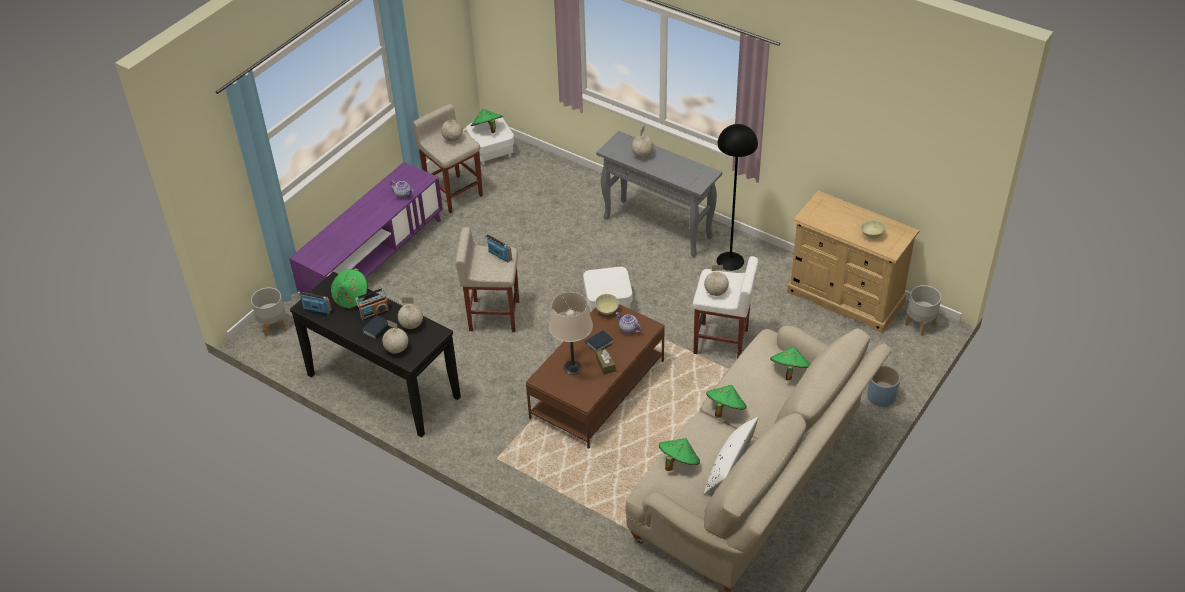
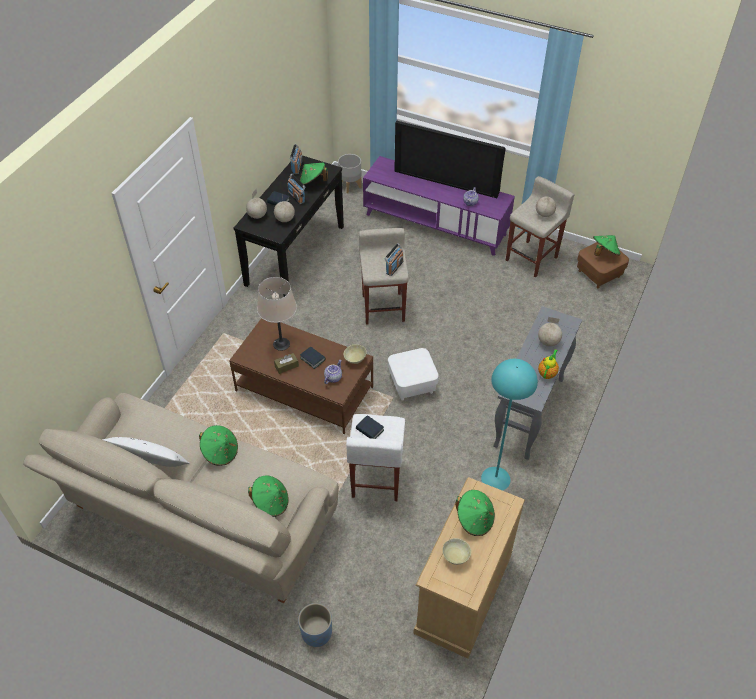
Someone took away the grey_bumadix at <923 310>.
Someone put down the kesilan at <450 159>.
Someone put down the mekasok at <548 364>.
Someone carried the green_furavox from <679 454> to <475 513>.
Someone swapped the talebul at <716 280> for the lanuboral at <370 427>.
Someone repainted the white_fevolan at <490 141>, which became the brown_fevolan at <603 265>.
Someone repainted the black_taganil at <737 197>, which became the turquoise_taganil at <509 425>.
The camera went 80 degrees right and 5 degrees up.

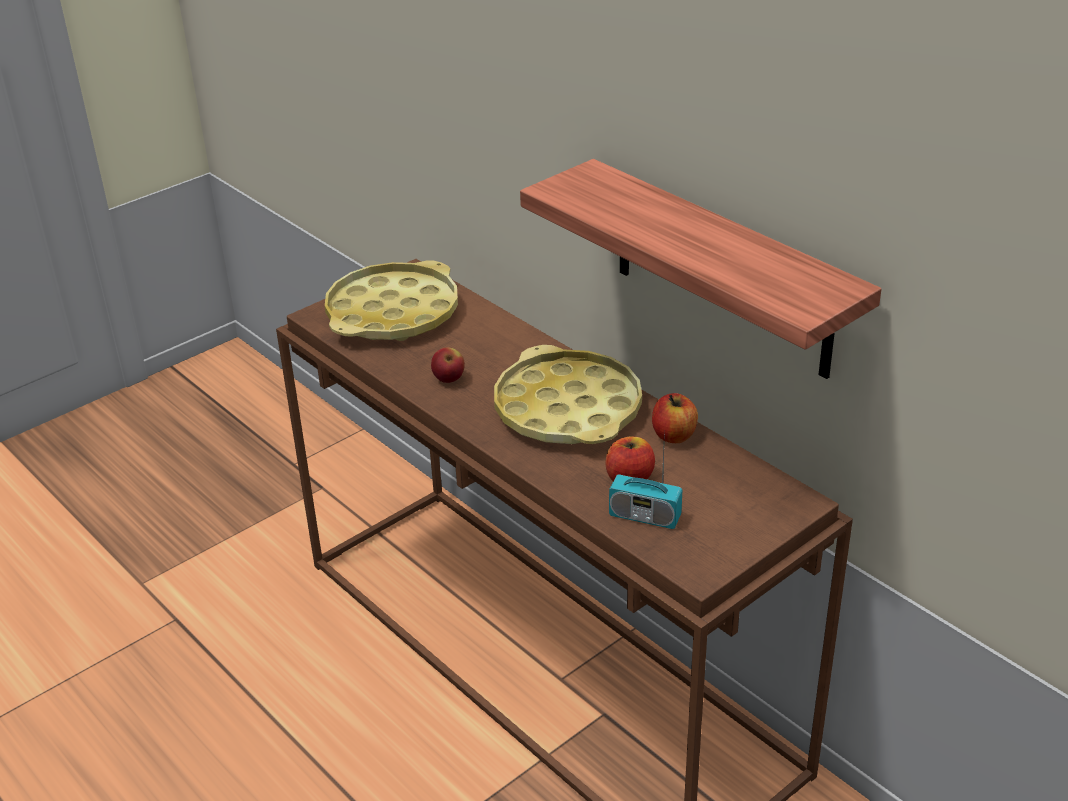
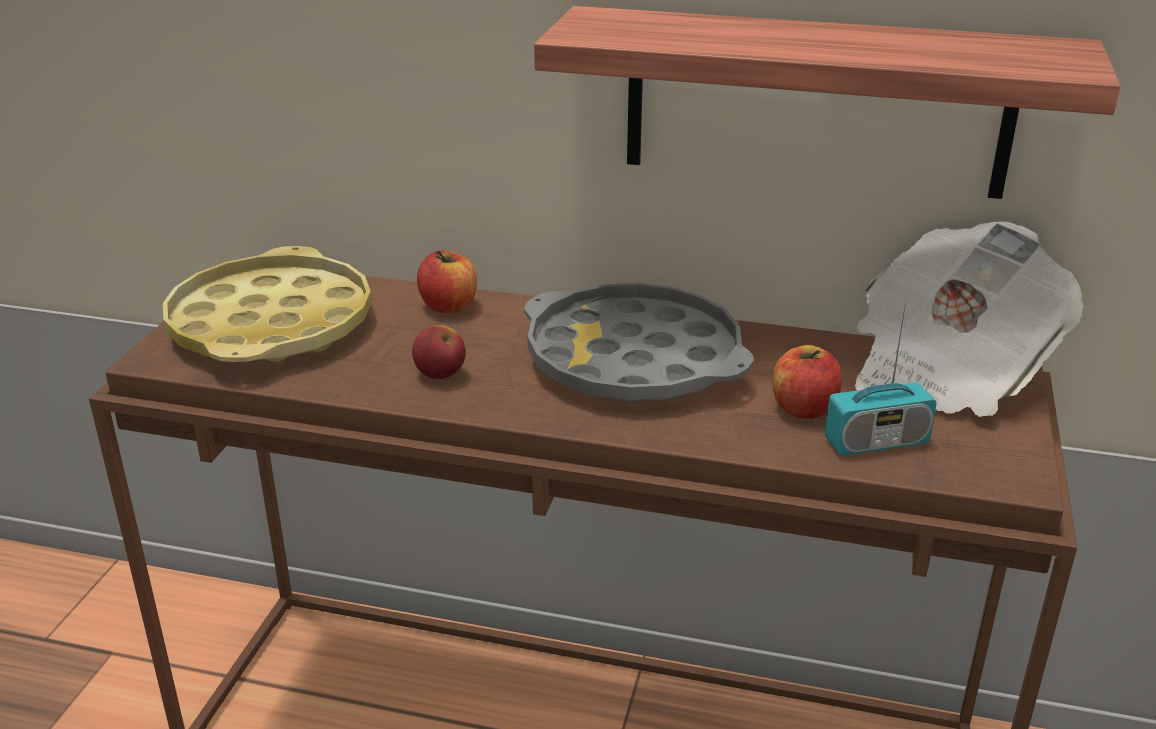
Someone put down the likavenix at <969 319>.
Someone carried the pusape from <675 418> to <447 281>.
Someone repainted the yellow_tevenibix at <568 394>, which became the grey_tevenibix at <638 343>.
The camera went 35 degrees left and 5 degrees down.

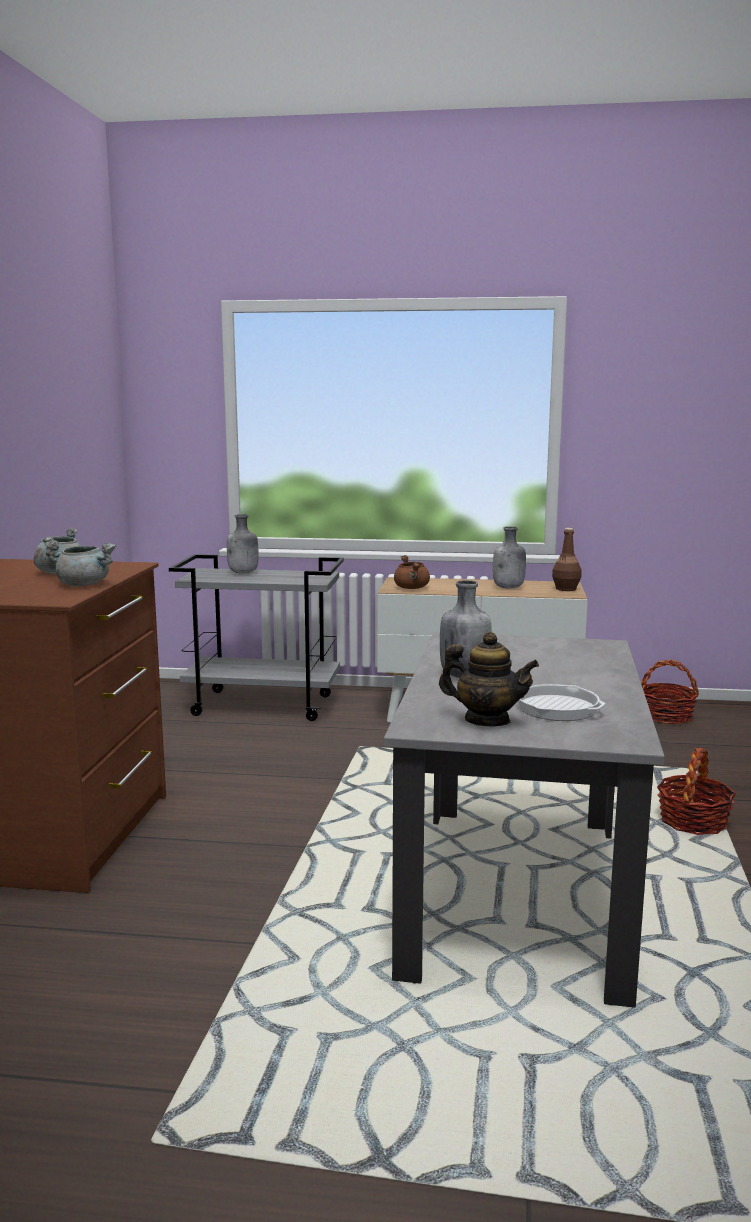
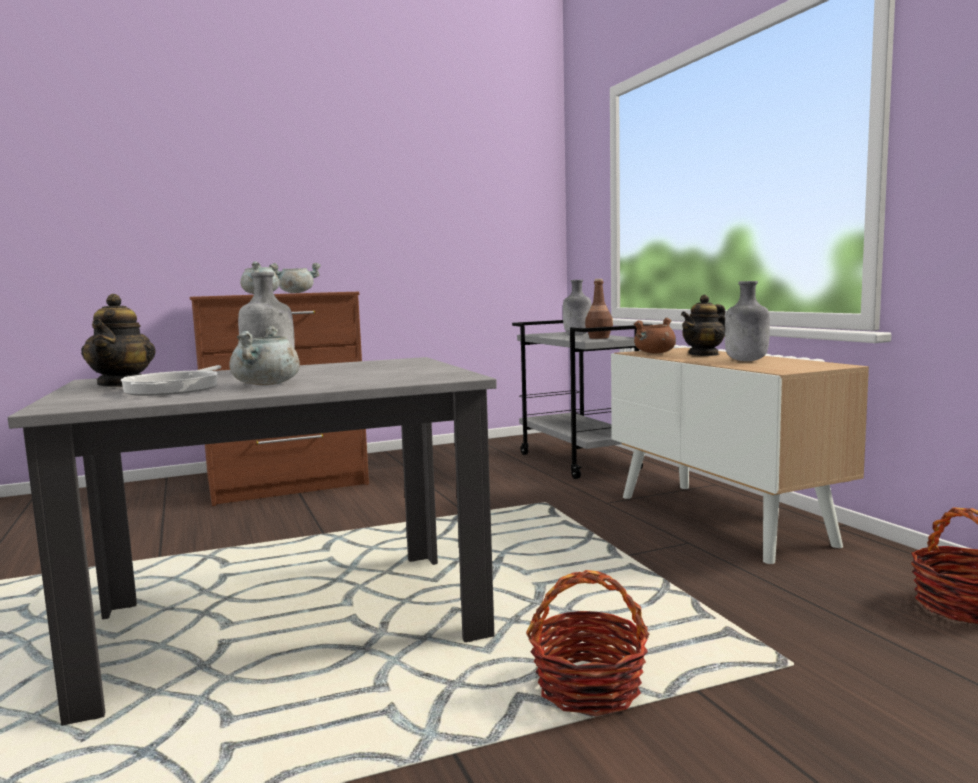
Someone put down the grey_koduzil at <264 355>.
Someone put down the mekasok at <703 325>.
Someone carried the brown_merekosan from <566 559> to <599 309>.
The camera went 60 degrees right and 5 degrees down.

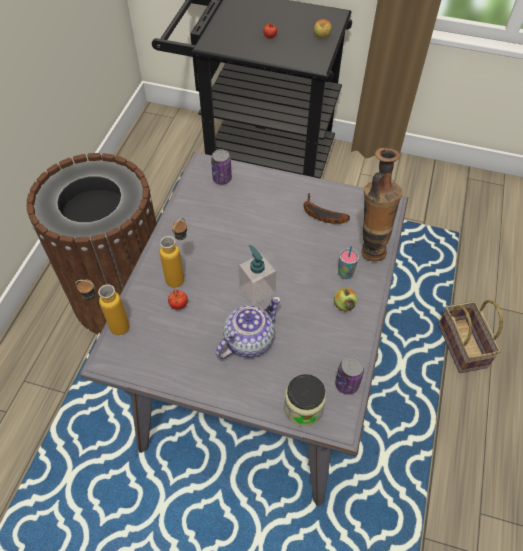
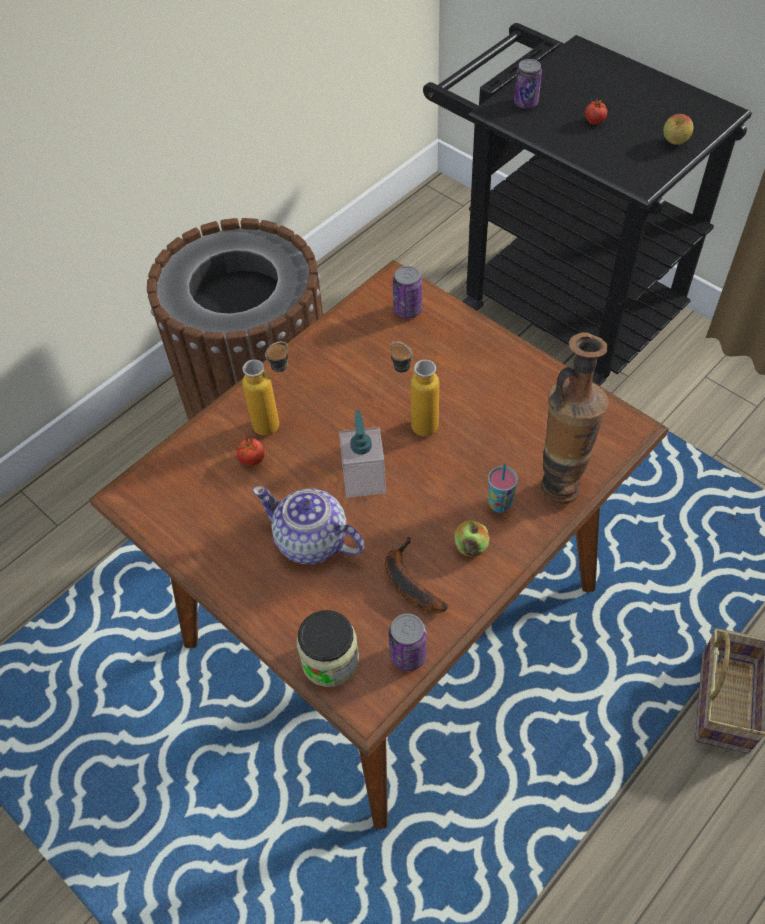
Someone put down the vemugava at <528 83>.
Someone carried the merekosan from <102 307> to <415 388>.
Someone carried the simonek from <326 208> to <416 574>.
Someone repainted the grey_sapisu at <243 329>, which became the brown_sapisu at <379 544>.
Someone rotated the mekasok at <248 327> by 135 degrees counterclockwise.
The camera went 30 degrees right and 0 degrees up.

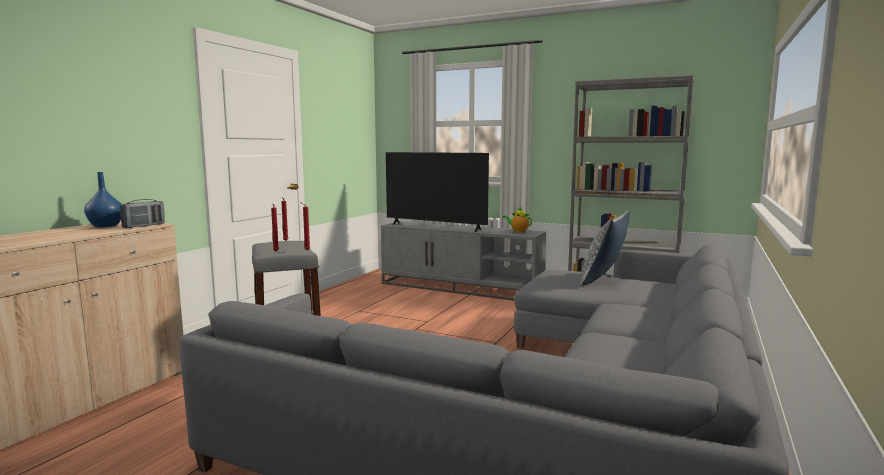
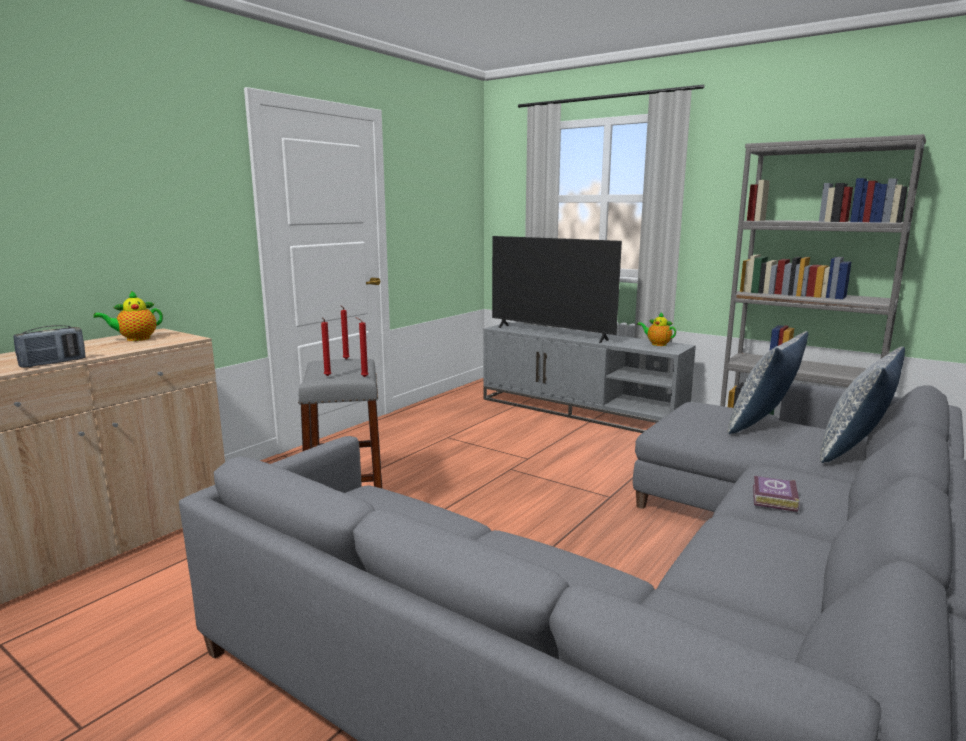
Someone put down the lanuboral at <776 494>.
Someone put down the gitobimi at <862 404>.
Someone carried the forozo from <142 213> to <49 346>.
Someone swapped the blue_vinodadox at <103 200> for the mekasok at <128 315>.
The camera went 10 degrees right and 5 degrees up.

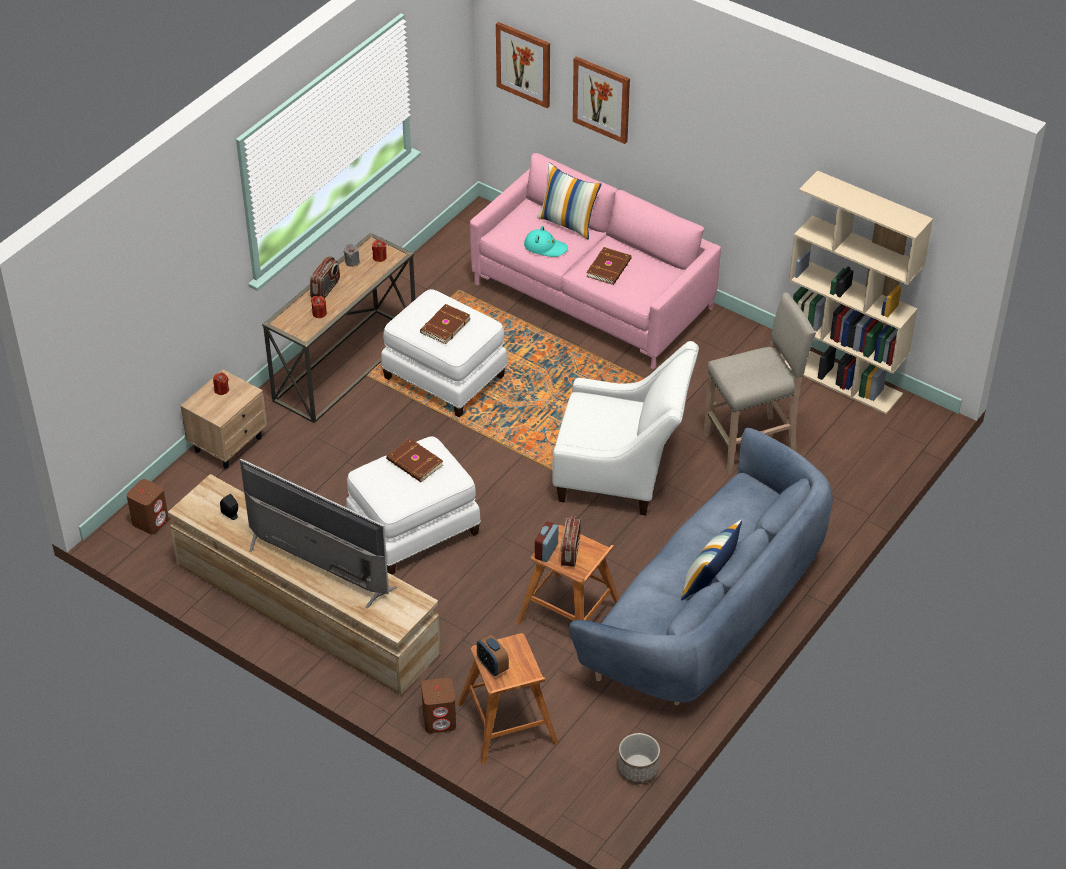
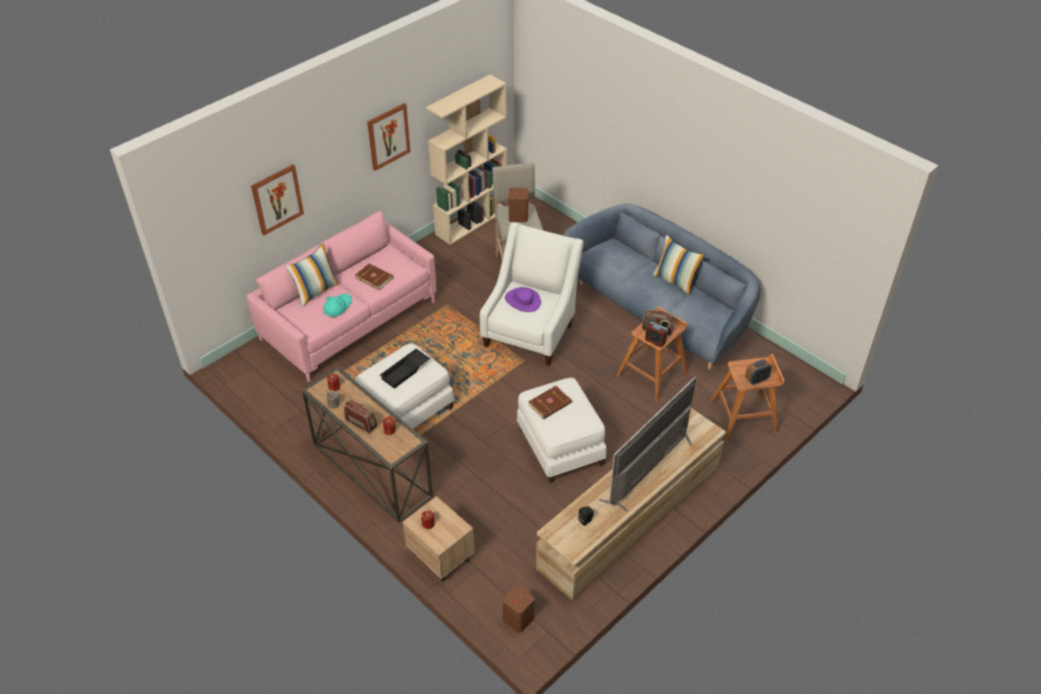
Someone took away the bumadix at <639 758>.
Someone put down the purple_furavox at <523 299>.
Someone carried the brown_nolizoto from <438 705> to <518 205>.
Someone carried the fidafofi from <523 65> to <389 137>.
Someone swapped the brown_lanuboral at <445 324> for the black_tevenibix at <405 369>.
The camera went 80 degrees left and 0 degrees up.

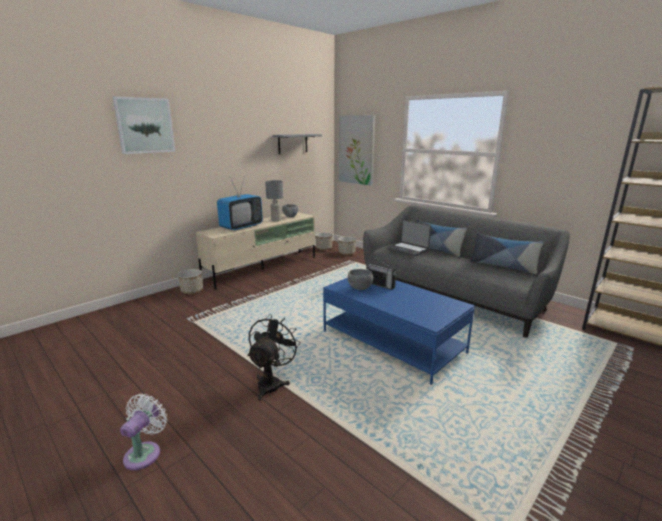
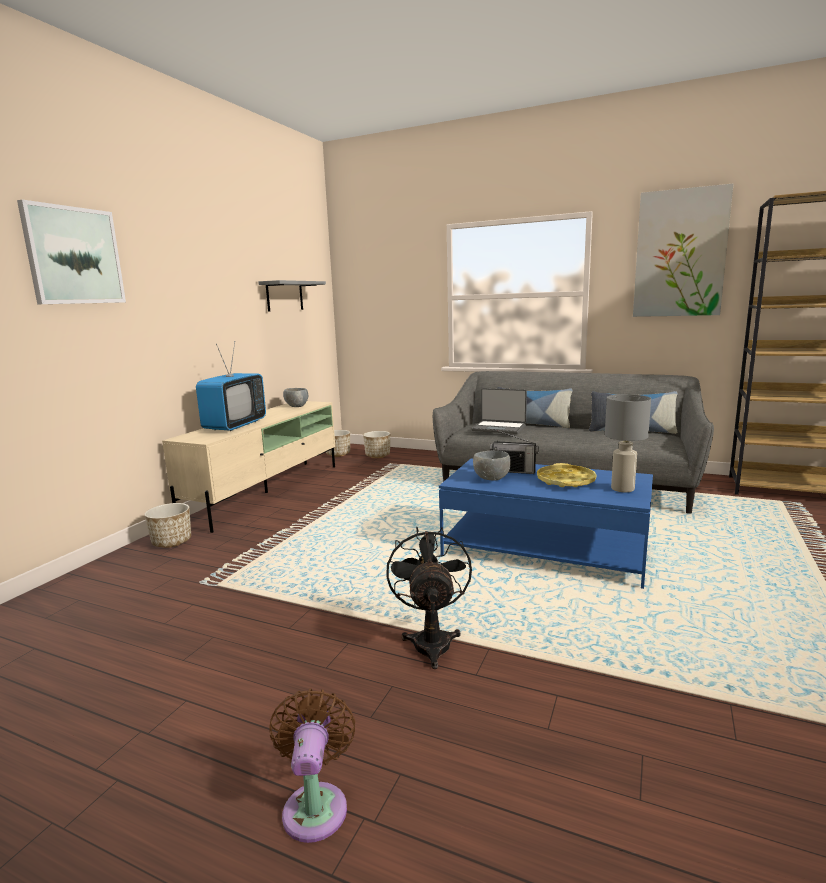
Someone put down the yellow_tevenibix at <566 475>.
Someone carried the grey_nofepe from <274 201> to <628 443>.
Someone carried the fidafofi from <357 150> to <683 250>.
Someone repainted the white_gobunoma at <143 432>, which became the brown_gobunoma at <312 766>.
The camera went 20 degrees left and 5 degrees down.

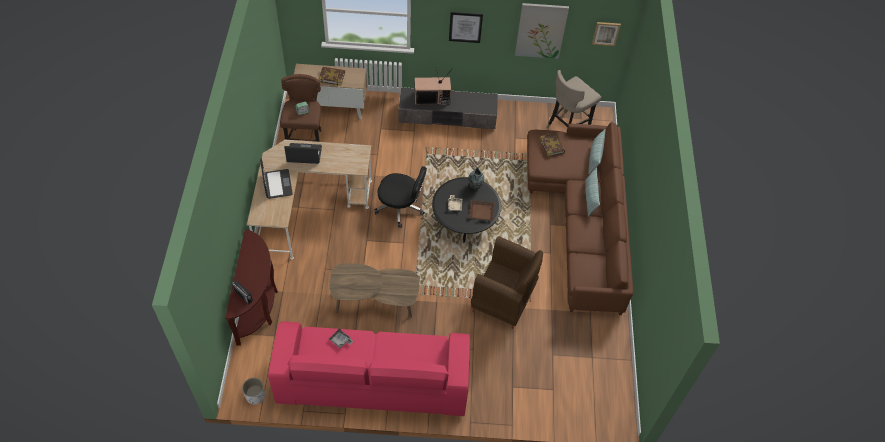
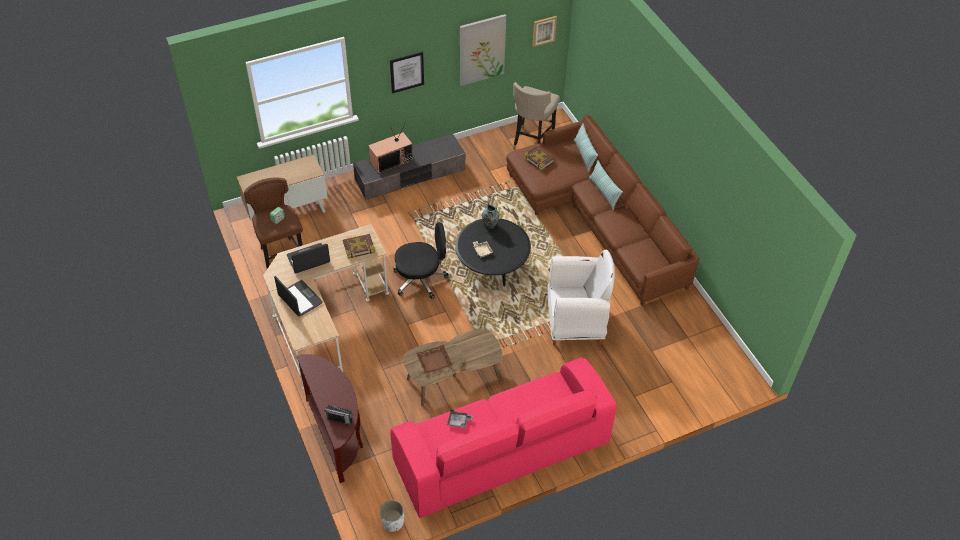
Someone carried the lanuboral from <331 76> to <359 246>.
Someone carried the brown_tevenibix from <482 210> to <434 359>.
Someone repainted the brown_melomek at <507 282>, which became the white_melomek at <581 298>.
The camera went 25 degrees left and 5 degrees down.

